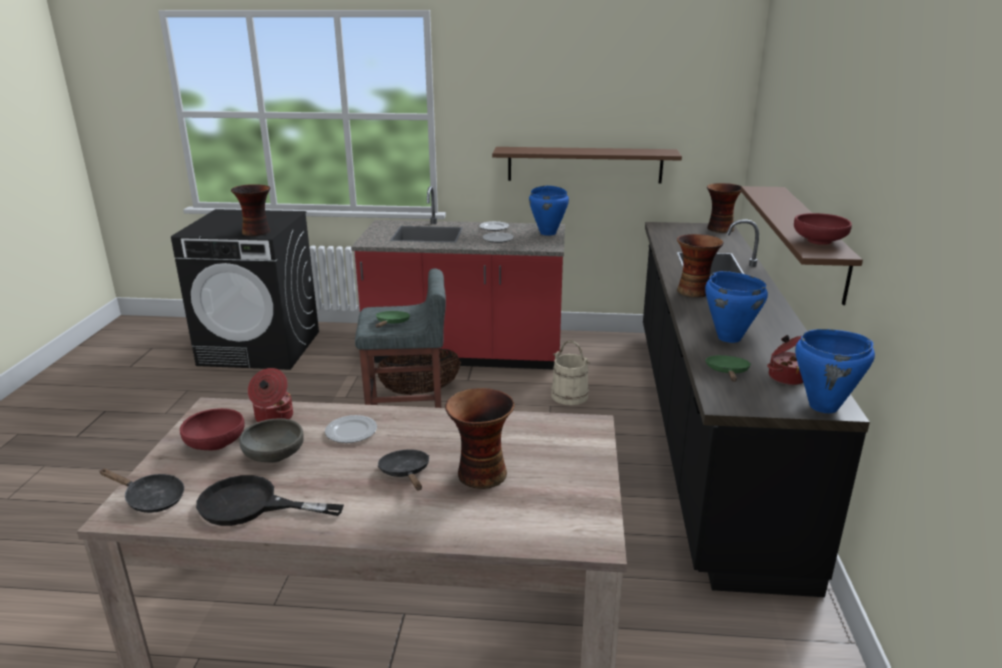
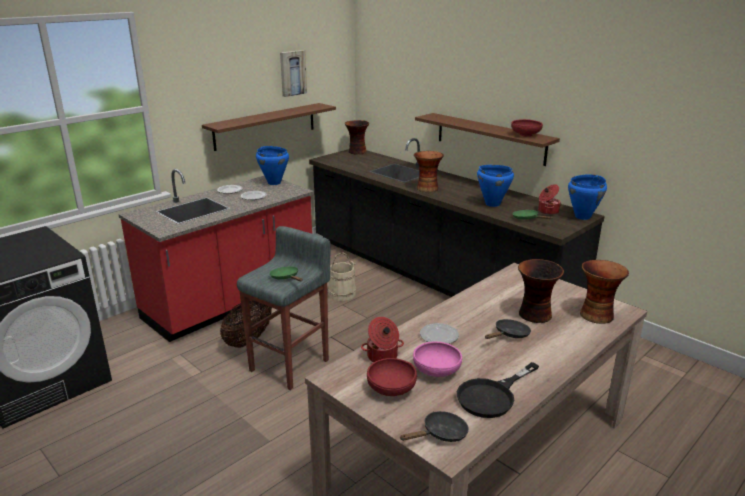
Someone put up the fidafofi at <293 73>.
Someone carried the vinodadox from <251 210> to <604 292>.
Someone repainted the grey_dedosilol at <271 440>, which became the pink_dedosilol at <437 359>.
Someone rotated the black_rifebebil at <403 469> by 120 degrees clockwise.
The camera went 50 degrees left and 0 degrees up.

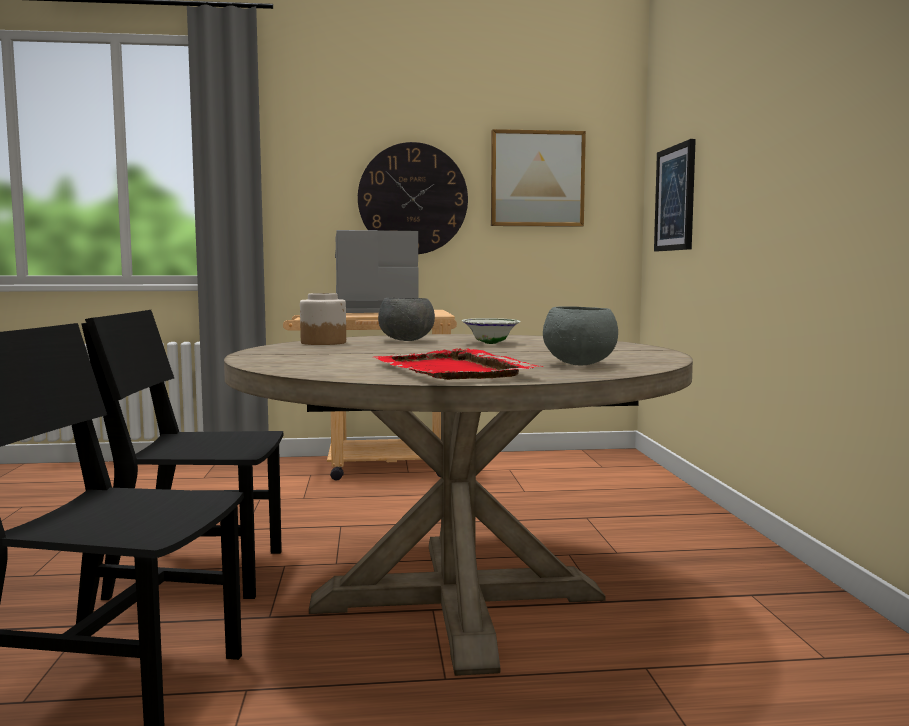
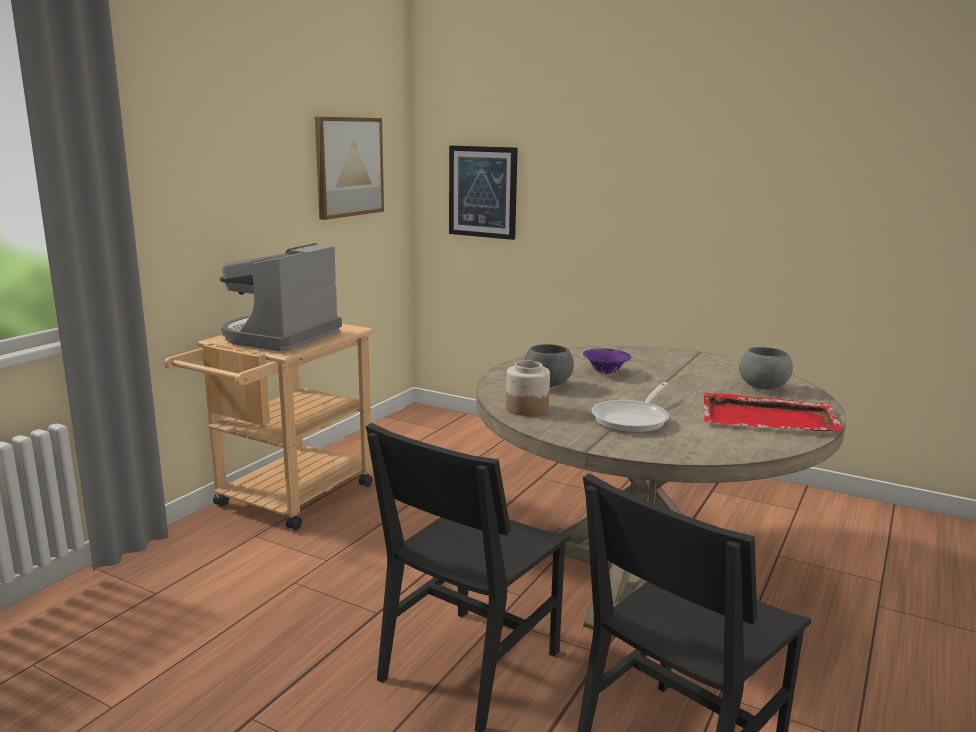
Someone took away the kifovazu at <413 198>.
Someone put down the rifebebil at <630 407>.
Someone repainted the white_dedosilol at <491 331>, which became the purple_dedosilol at <607 361>.
The camera went 55 degrees left and 10 degrees up.

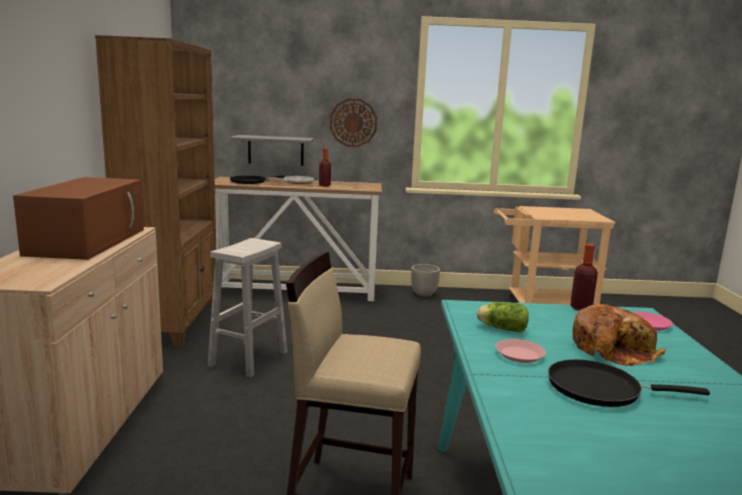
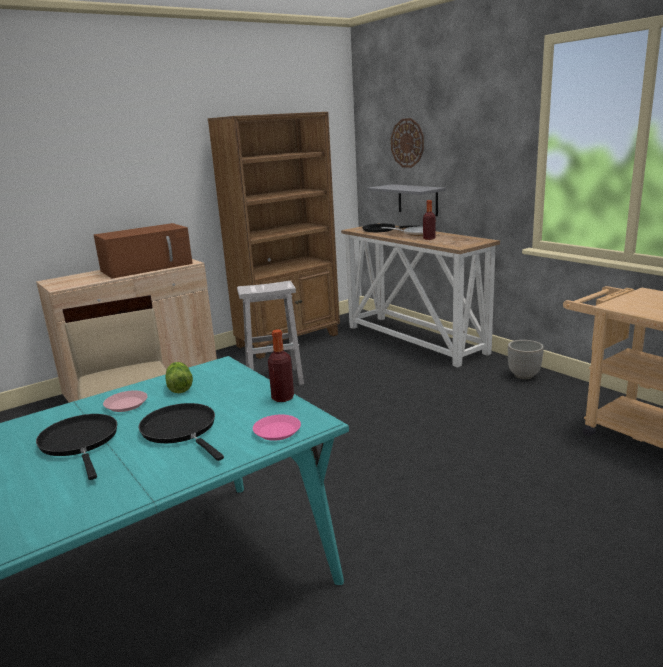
Someone carried the kifovazu from <353 122> to <407 143>.
Someone swapped the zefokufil at <619 335> for the black_rifebebil at <181 432>.
The camera went 55 degrees right and 5 degrees up.

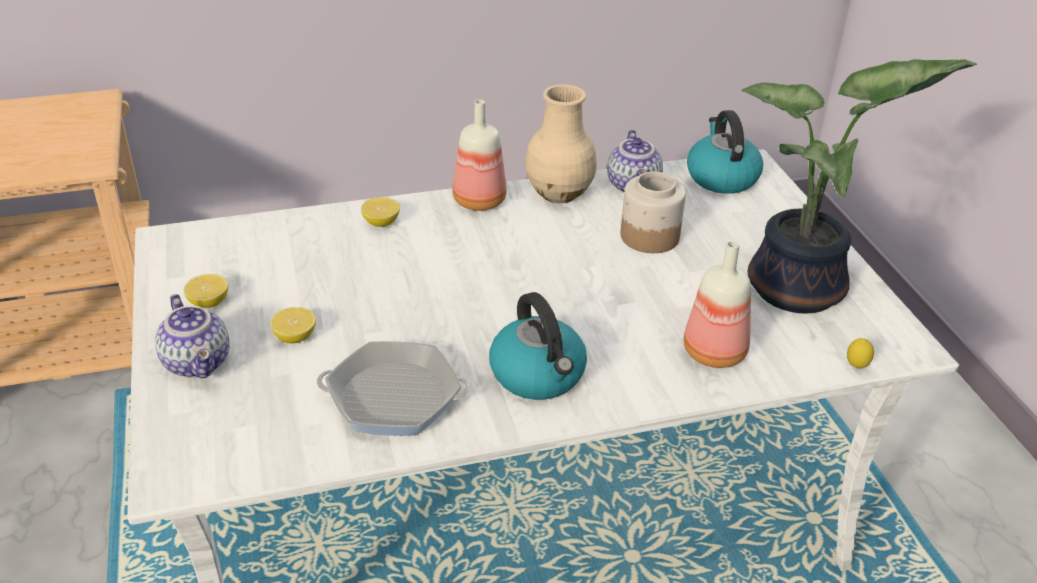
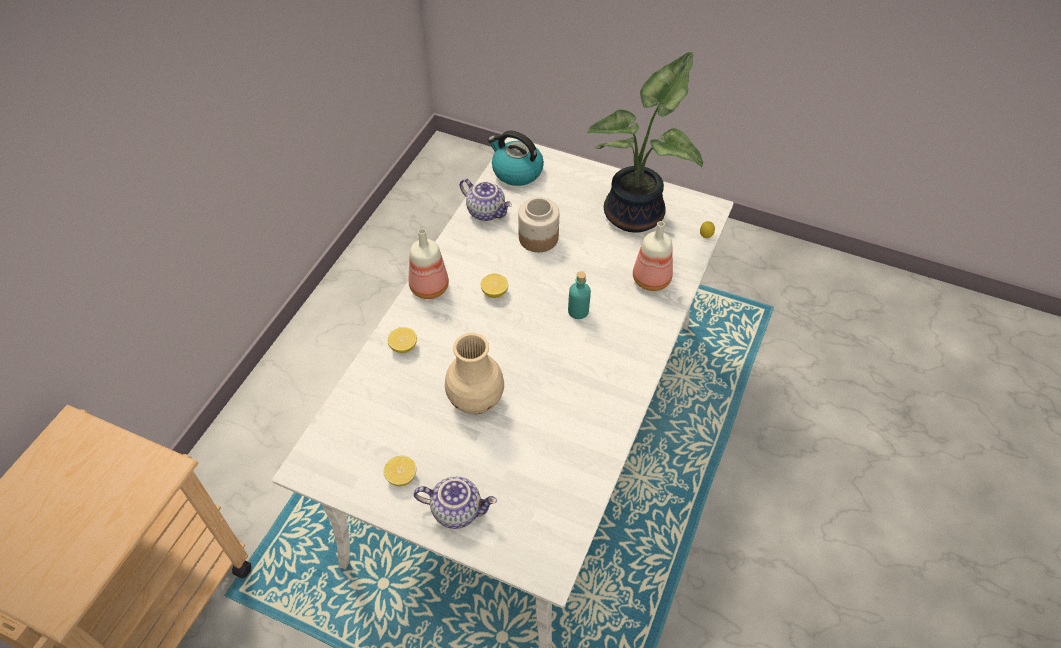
Someone took away the rifebebil at <393 388>.
Someone took away the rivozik at <538 346>.
Someone put down the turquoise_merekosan at <579 295>.
Someone carried the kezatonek from <293 325> to <494 285>.
Someone carried the beige_vinodadox from <561 143> to <474 373>.
The camera went 50 degrees left and 15 degrees up.

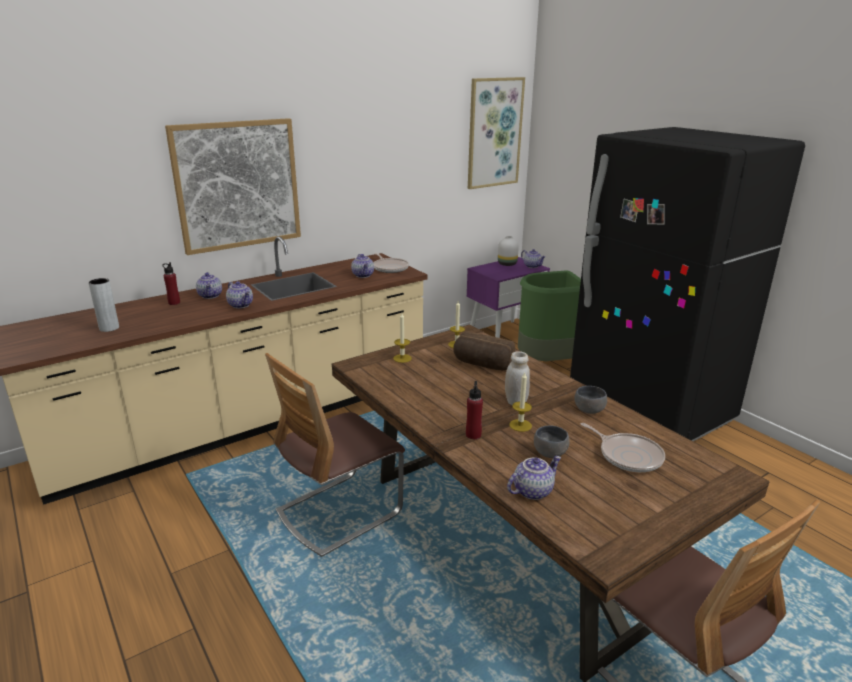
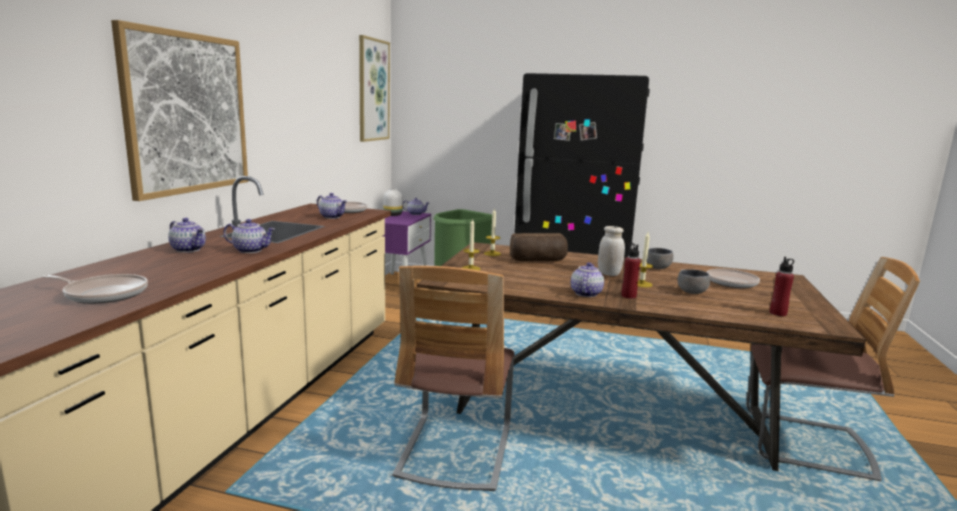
Someone carried the red_merekosan from <171 283> to <782 286>.
Someone carried the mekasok from <534 478> to <587 279>.
Someone swapped the grey_vinodadox at <104 305> for the rifebebil at <95 289>.
The camera went 40 degrees left and 10 degrees down.

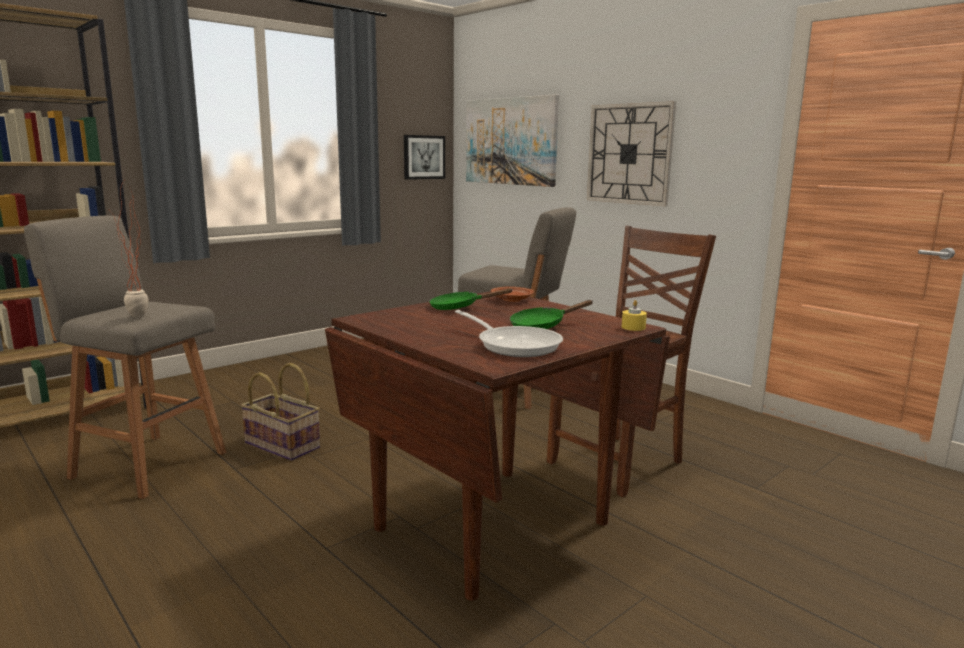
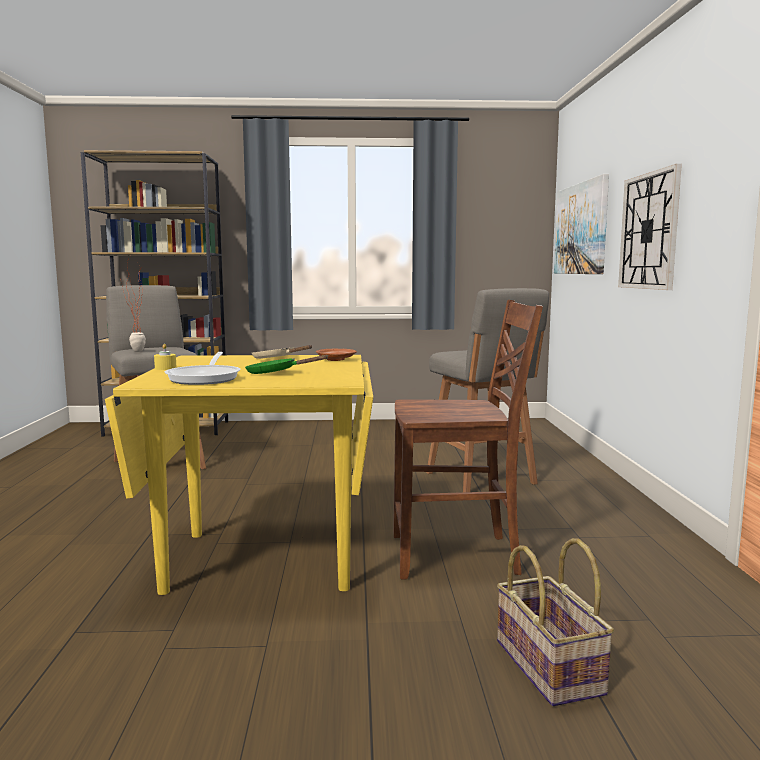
Someone took away the fidafofi at <424 157>.
Someone carried the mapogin from <280 412> to <555 622>.
Someone carried the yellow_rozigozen from <634 315> to <165 357>.
Someone repainted the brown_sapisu at <497 446>, which became the yellow_sapisu at <239 475>.
Someone repainted the green_rifebebil at <470 299>, which became the beige_rifebebil at <282 352>.
The camera went 40 degrees right and 5 degrees down.

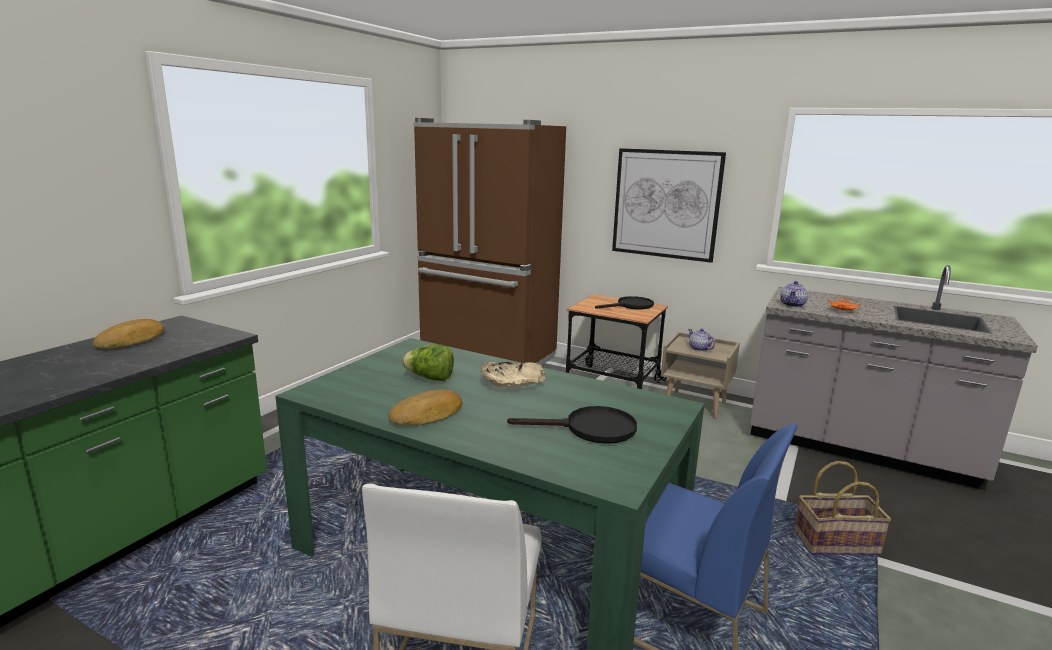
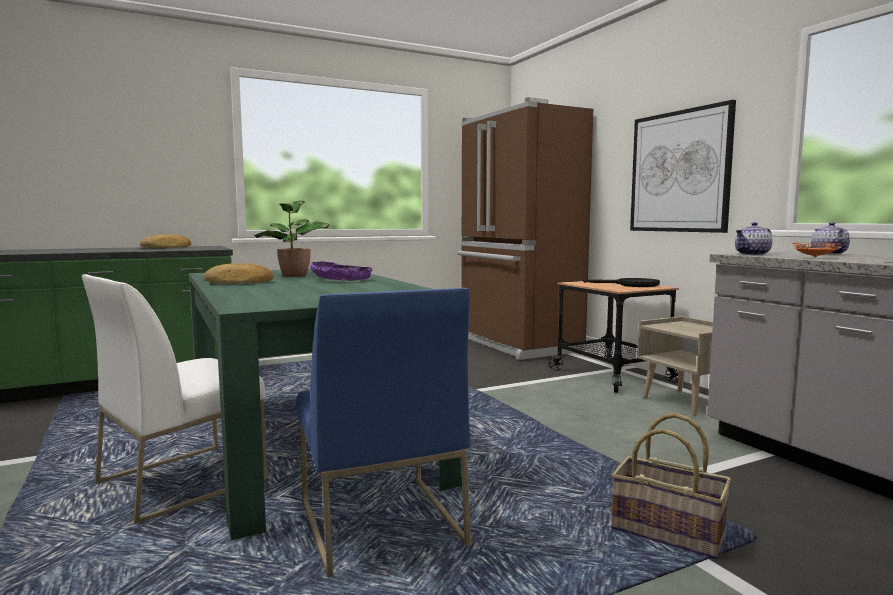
Someone took away the black_rifebebil at <572 425>.
Someone carried the mekasok from <702 340> to <830 238>.
Someone swapped the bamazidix at <428 362> for the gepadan at <291 238>.
Someone repainted the beige_dedosilol at <512 374>, which became the purple_dedosilol at <341 271>.
The camera went 35 degrees right and 10 degrees down.

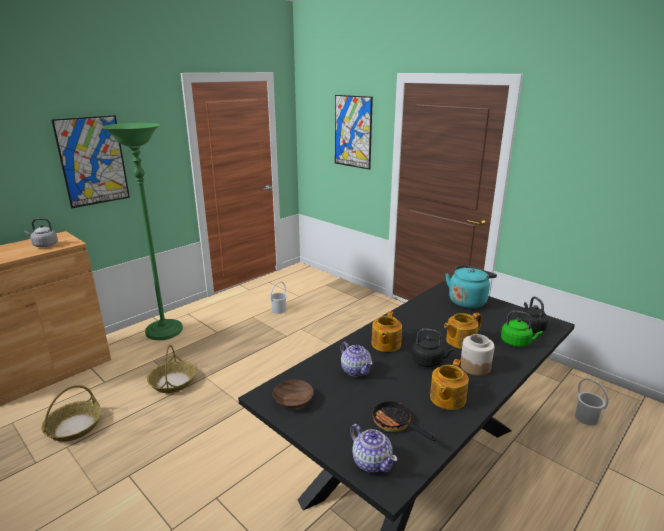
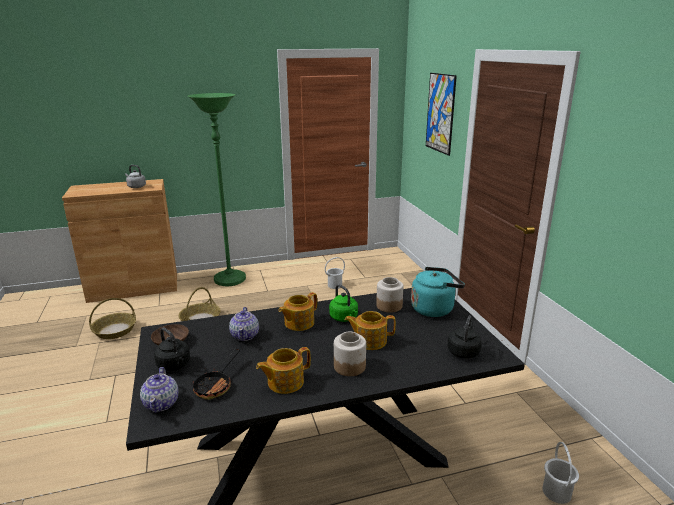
Someone took away the fidafofi at <90 161>.
Someone put down the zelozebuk at <390 295>.
Someone carried the black_rivozik from <433 348> to <172 349>.
Someone carried the green_rivozik from <522 329> to <343 303>.
Someone rotated the rifebebil at <404 421> by 150 degrees counterclockwise.
The camera went 30 degrees right and 0 degrees up.

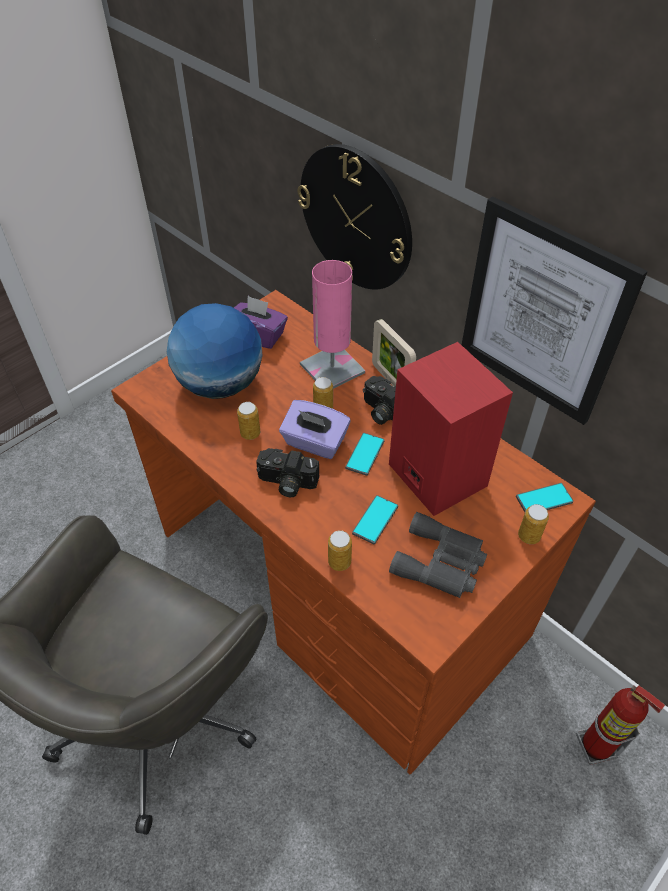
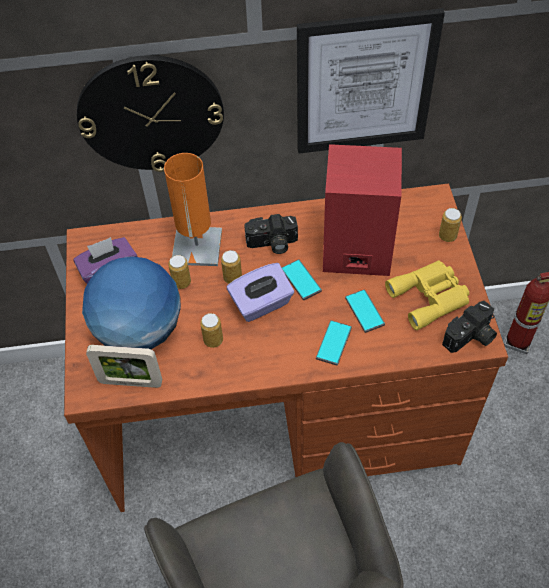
Someone carried the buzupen from <287 472> to <469 327>.
Someone carried the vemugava from <340 550> to <179 272>.
Someone carried the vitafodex from <394 353> to <124 366>.
Someone carried the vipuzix from <544 497> to <334 343>.
Someone repainted the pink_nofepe at <332 324>, which became the orange_nofepe at <193 209>.
Someone repainted the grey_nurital at <438 555>, which became the yellow_nurital at <427 295>.
The camera went 50 degrees left and 5 degrees up.

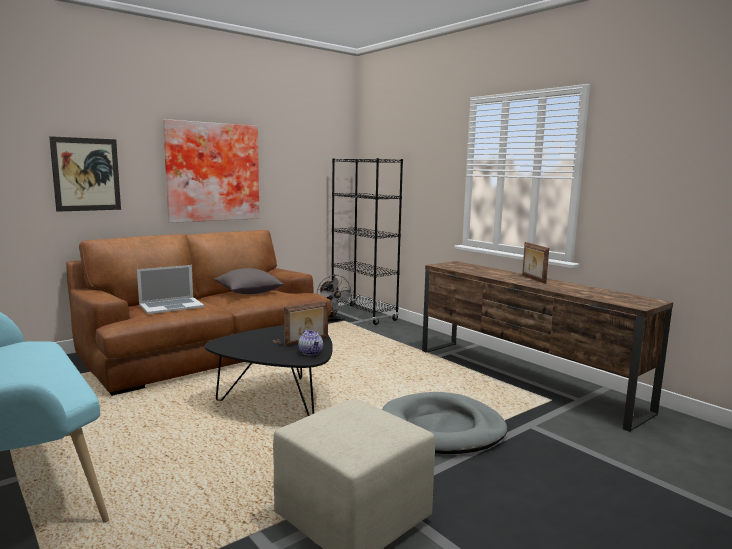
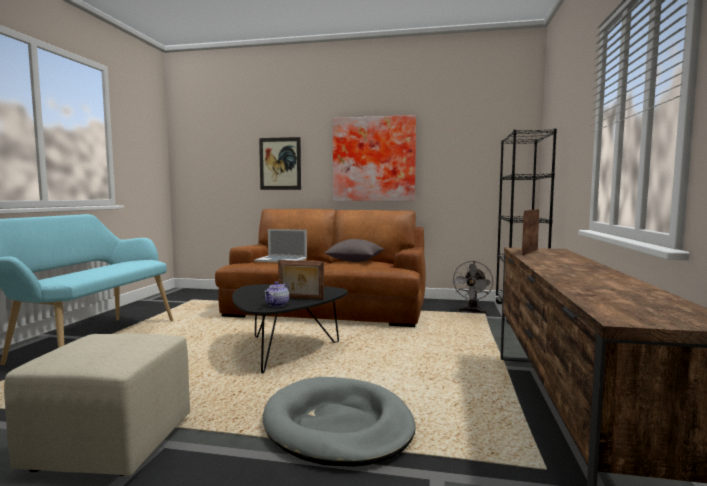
Someone carried the vitafodex from <535 263> to <531 232>.
The camera went 50 degrees right and 5 degrees down.

